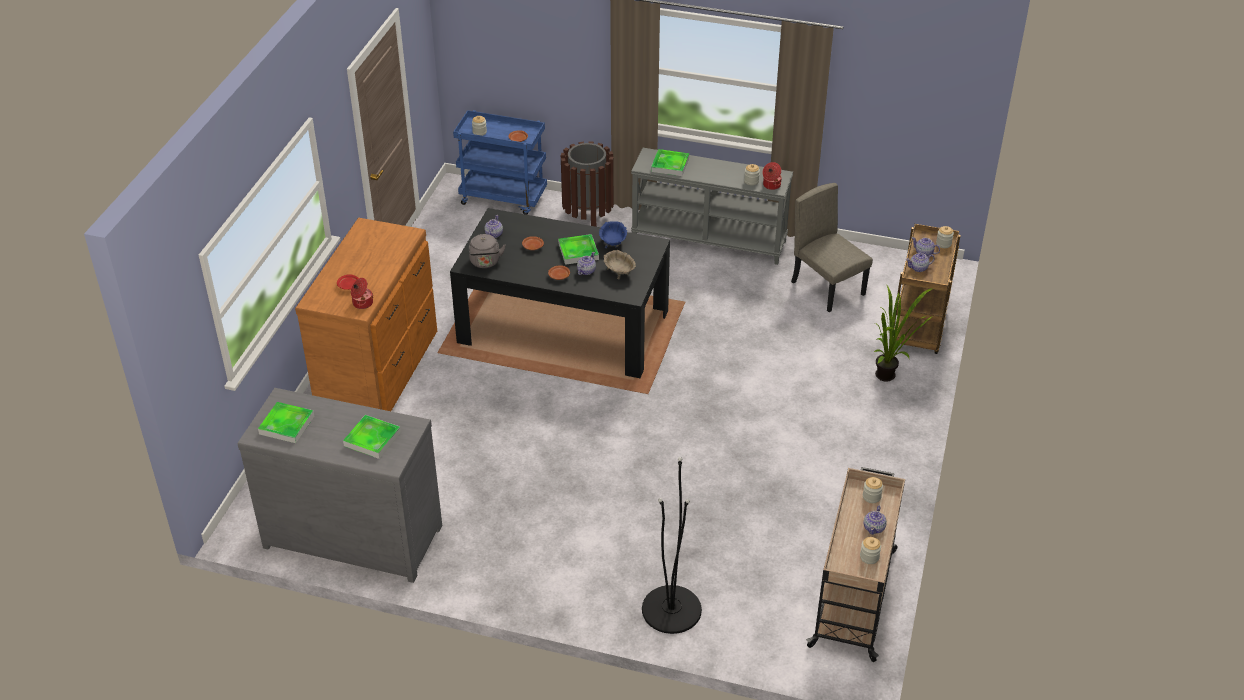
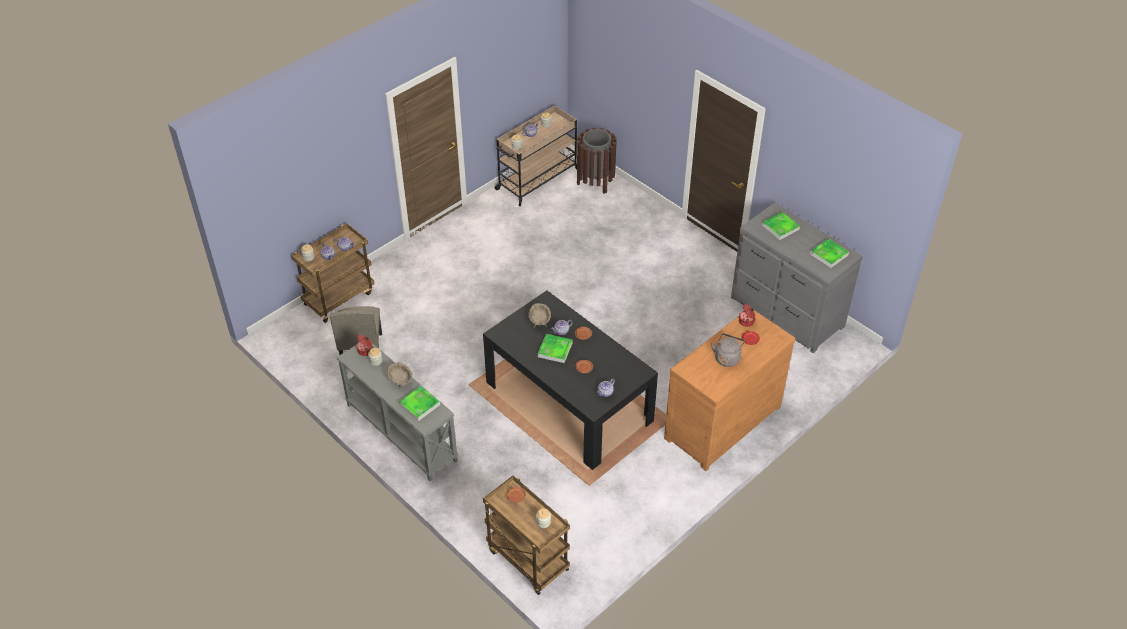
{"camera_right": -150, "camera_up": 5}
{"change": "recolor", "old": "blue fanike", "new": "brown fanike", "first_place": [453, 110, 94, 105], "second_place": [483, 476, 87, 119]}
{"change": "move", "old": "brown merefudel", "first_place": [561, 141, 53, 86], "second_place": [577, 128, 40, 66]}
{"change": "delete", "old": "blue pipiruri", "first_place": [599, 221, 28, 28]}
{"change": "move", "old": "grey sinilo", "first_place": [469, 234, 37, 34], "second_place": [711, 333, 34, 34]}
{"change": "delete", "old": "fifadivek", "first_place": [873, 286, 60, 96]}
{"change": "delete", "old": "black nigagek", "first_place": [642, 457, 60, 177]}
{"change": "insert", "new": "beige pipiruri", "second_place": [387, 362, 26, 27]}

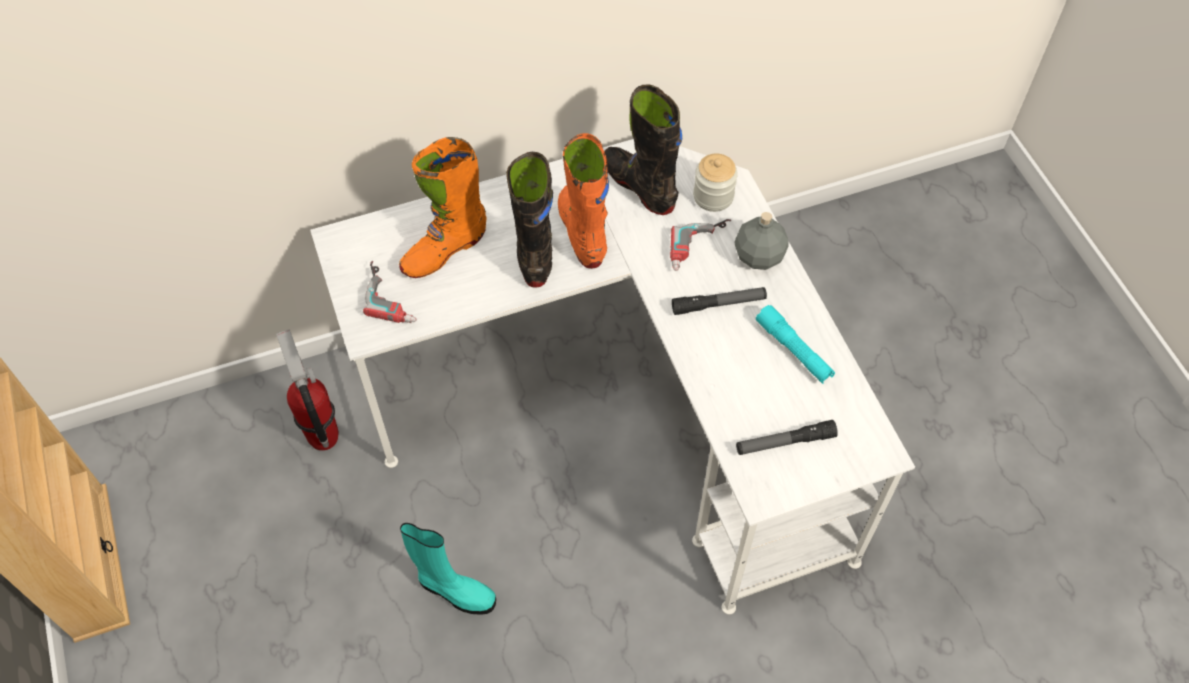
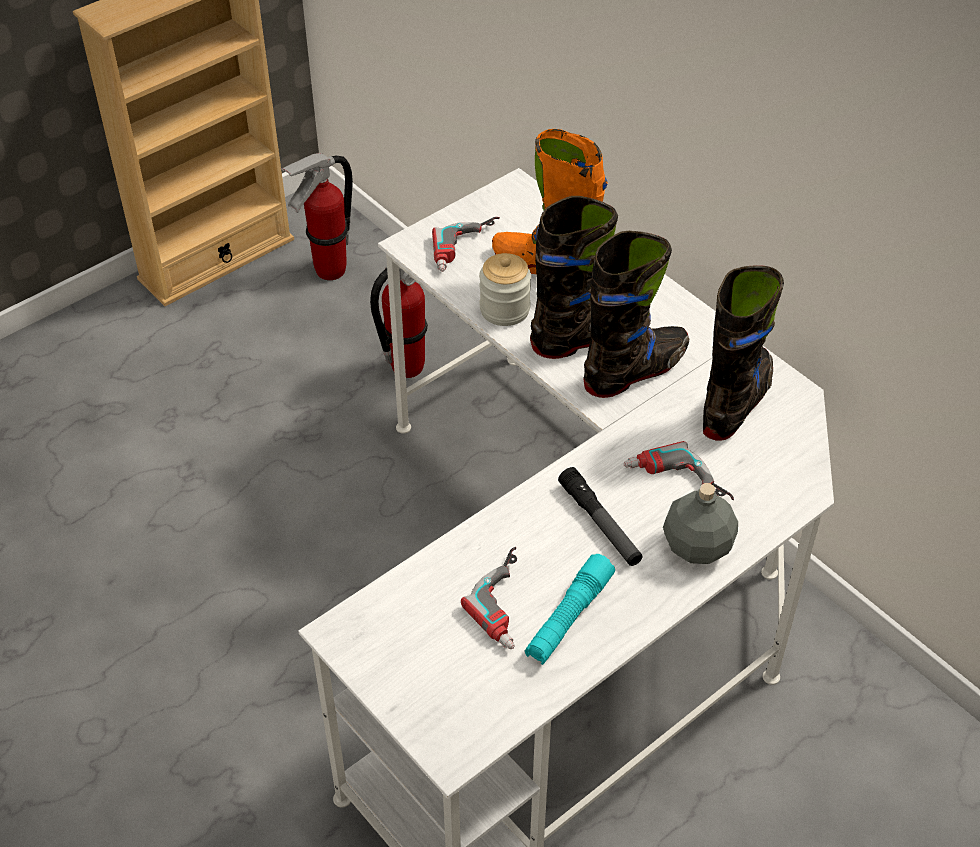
{"camera_right": 70, "camera_up": -10}
{"change": "recolor", "old": "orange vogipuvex", "new": "black vogipuvex", "first_place": [558, 133, 51, 136], "second_place": [584, 231, 105, 167]}
{"change": "move", "old": "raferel", "first_place": [693, 154, 45, 58], "second_place": [479, 253, 52, 73]}
{"change": "delete", "old": "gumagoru", "first_place": [736, 420, 102, 35]}
{"change": "delete", "old": "turquoise vogipuvex", "first_place": [400, 523, 96, 92]}
{"change": "insert", "new": "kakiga", "second_place": [281, 153, 72, 127]}
{"change": "insert", "new": "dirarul", "second_place": [461, 547, 56, 102]}

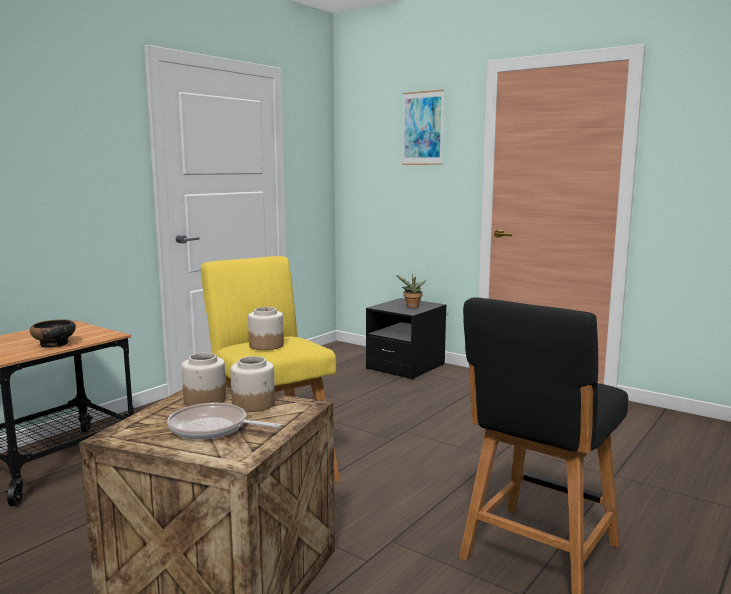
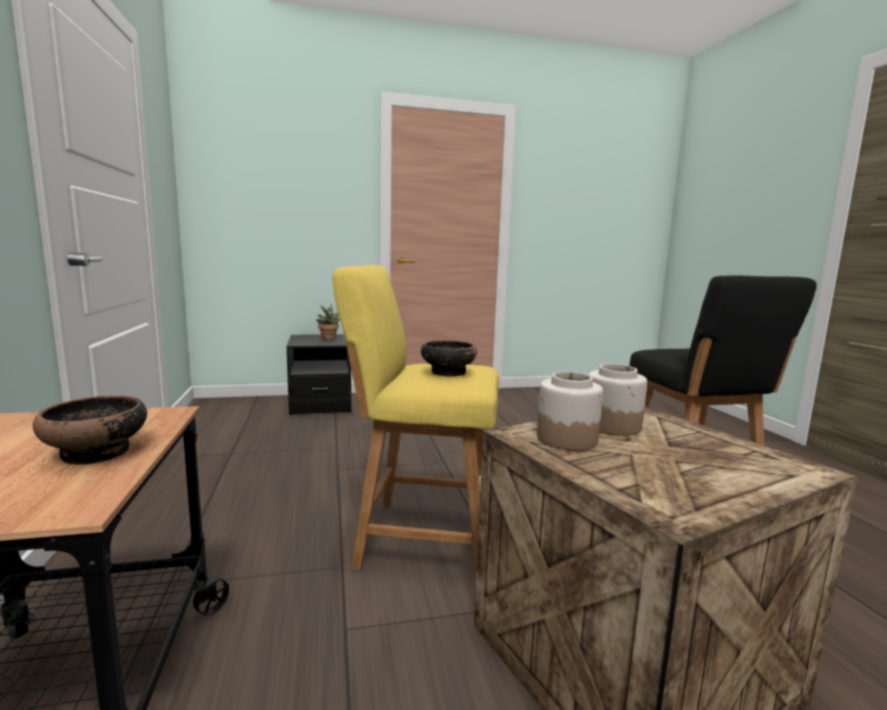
{"camera_right": -50, "camera_up": 0}
{"change": "delete", "old": "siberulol", "first_place": [402, 90, 42, 75]}
{"change": "replace", "old": "raferel", "new": "pipiruri", "first_place": [248, 307, 36, 43], "second_place": [421, 340, 56, 37]}
{"change": "delete", "old": "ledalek", "first_place": [167, 403, 114, 37]}

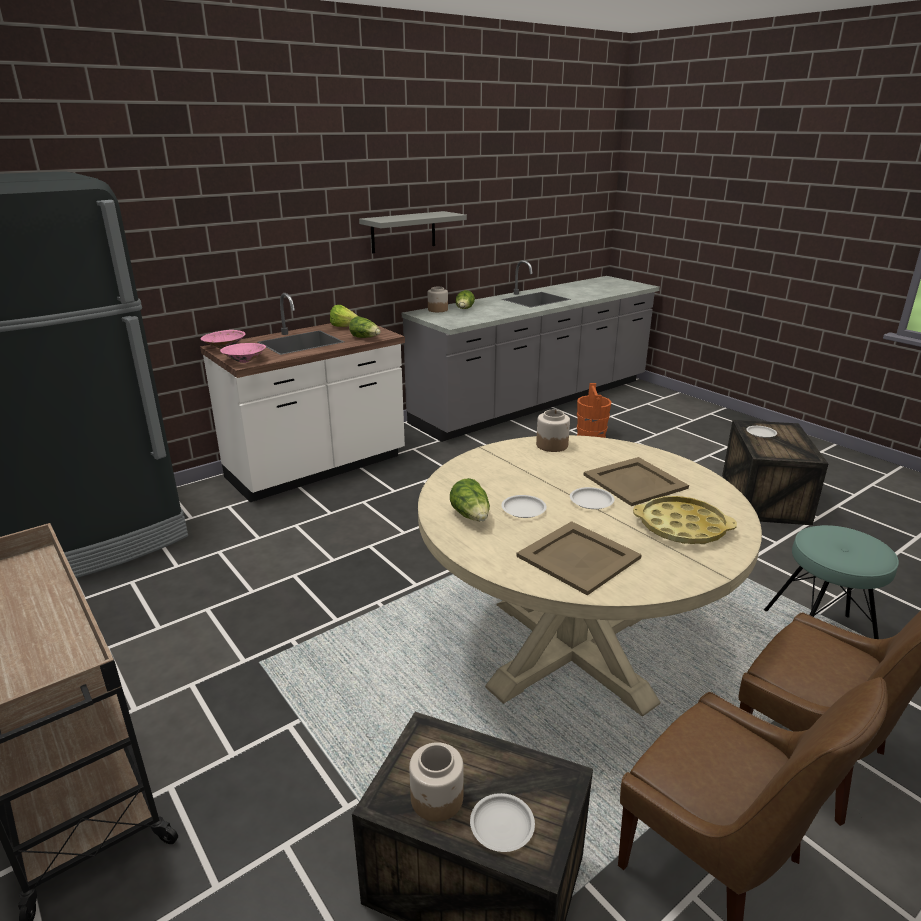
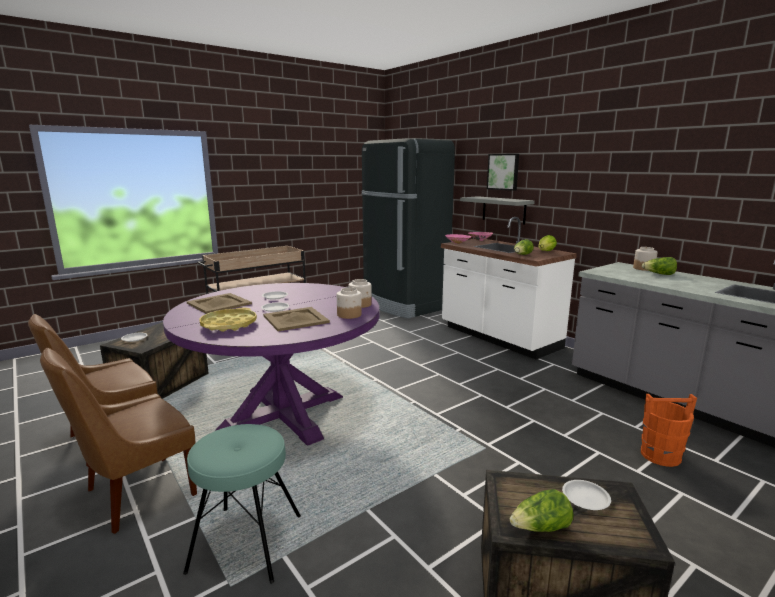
{"camera_right": 90, "camera_up": -10}
{"change": "move", "old": "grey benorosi", "first_place": [359, 211, 108, 42], "second_place": [460, 196, 75, 29]}
{"change": "recolor", "old": "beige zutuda", "new": "purple zutuda", "first_place": [418, 435, 344, 282], "second_place": [163, 283, 216, 163]}
{"change": "move", "old": "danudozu", "first_place": [450, 478, 40, 44], "second_place": [510, 489, 63, 43]}
{"change": "move", "old": "raferel", "first_place": [409, 742, 55, 80], "second_place": [337, 287, 25, 32]}
{"change": "insert", "new": "siberulol", "second_place": [487, 154, 32, 37]}

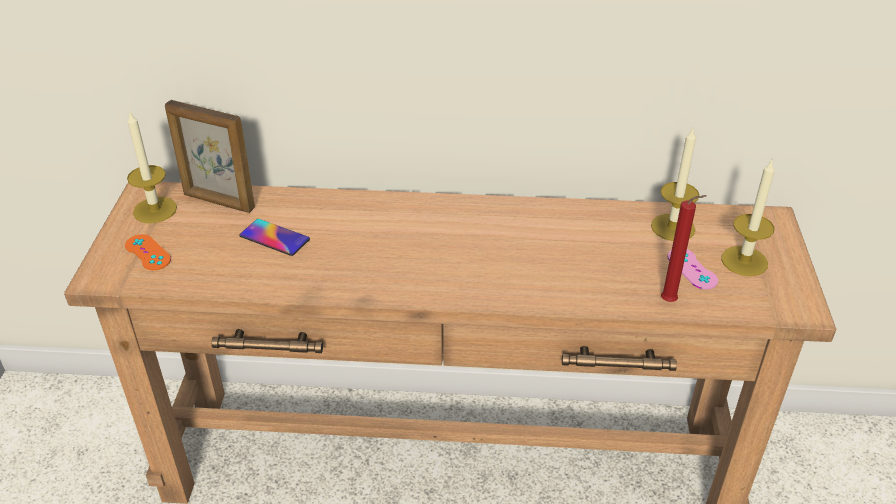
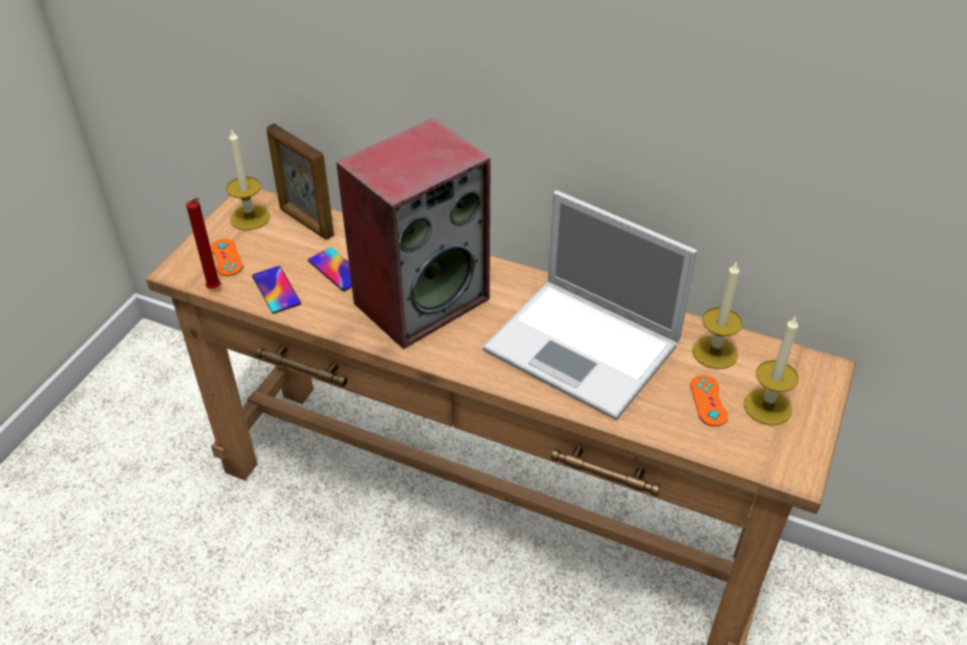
{"camera_right": 20, "camera_up": 5}
{"change": "move", "old": "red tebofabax", "first_place": [661, 195, 46, 107], "second_place": [186, 198, 35, 91]}
{"change": "recolor", "old": "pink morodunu", "new": "orange morodunu", "first_place": [667, 249, 51, 40], "second_place": [690, 375, 38, 52]}
{"change": "insert", "new": "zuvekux", "second_place": [336, 118, 155, 231]}
{"change": "insert", "new": "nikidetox", "second_place": [482, 191, 216, 229]}
{"change": "insert", "new": "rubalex", "second_place": [252, 266, 49, 47]}

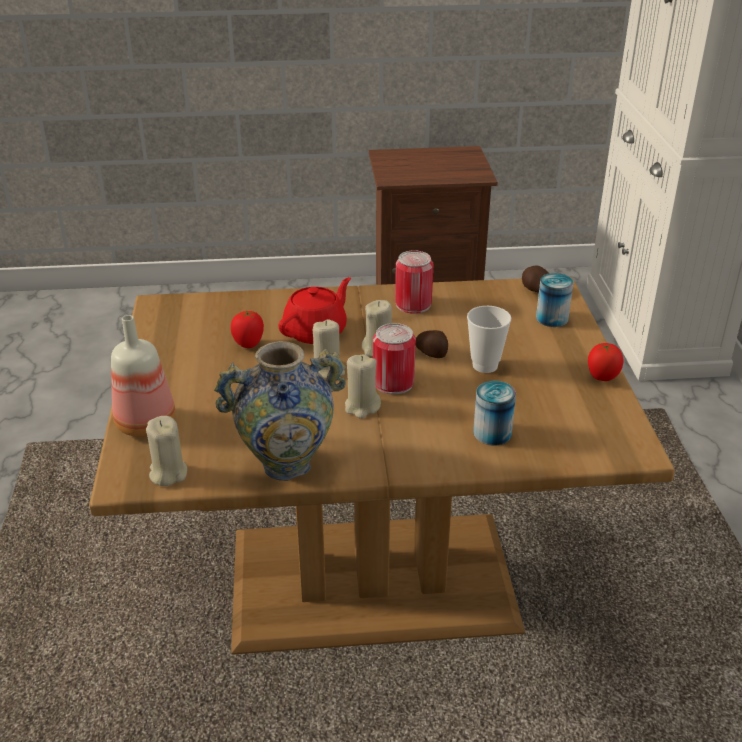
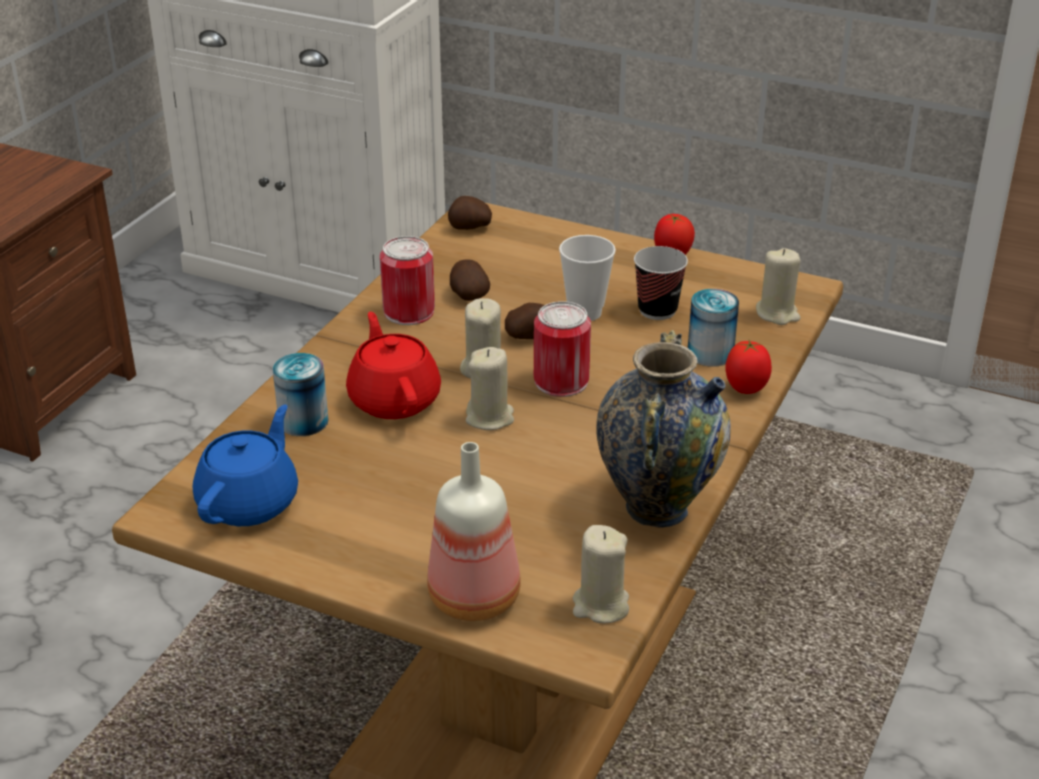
{"camera_right": -60, "camera_up": 0}
{"change": "move", "old": "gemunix", "first_place": [536, 273, 38, 54], "second_place": [273, 353, 56, 83]}
{"change": "move", "old": "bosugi", "first_place": [231, 311, 33, 37], "second_place": [725, 340, 47, 54]}
{"change": "move", "old": "beige tebofabax", "first_place": [345, 354, 36, 65], "second_place": [756, 248, 45, 77]}
{"change": "insert", "new": "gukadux", "second_place": [634, 246, 54, 74]}
{"change": "insert", "new": "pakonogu", "second_place": [450, 259, 40, 42]}
{"change": "insert", "new": "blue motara", "second_place": [193, 404, 105, 122]}

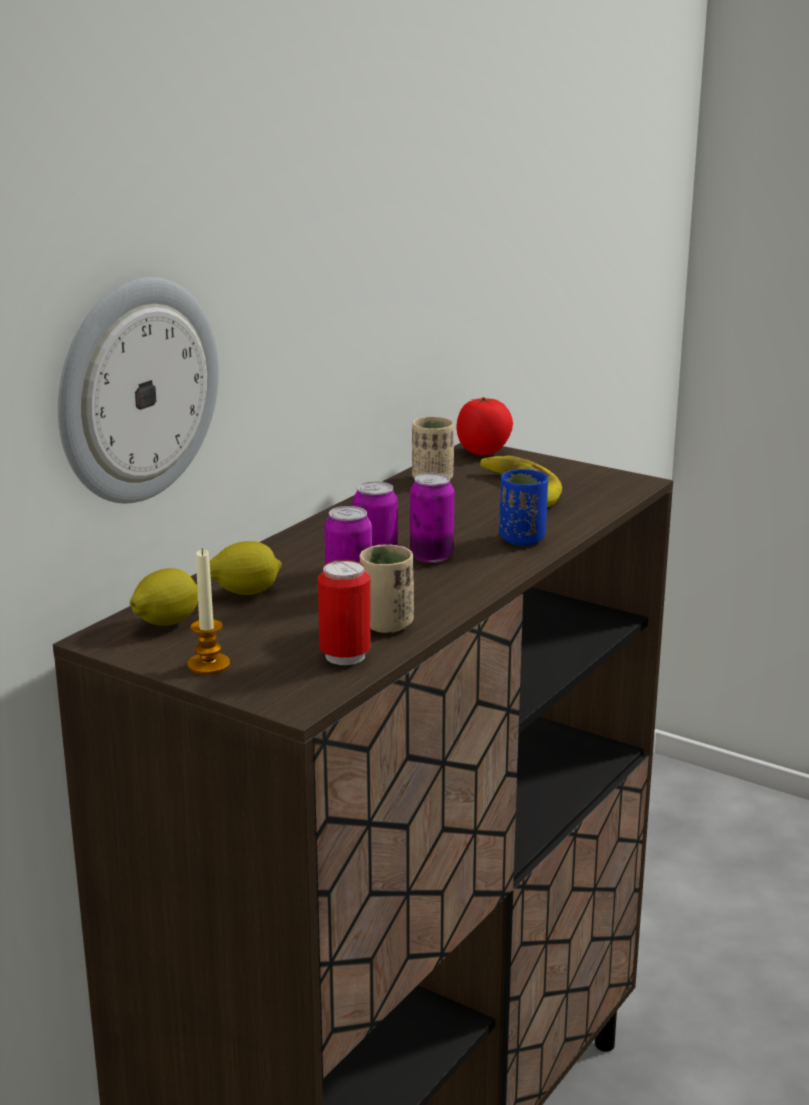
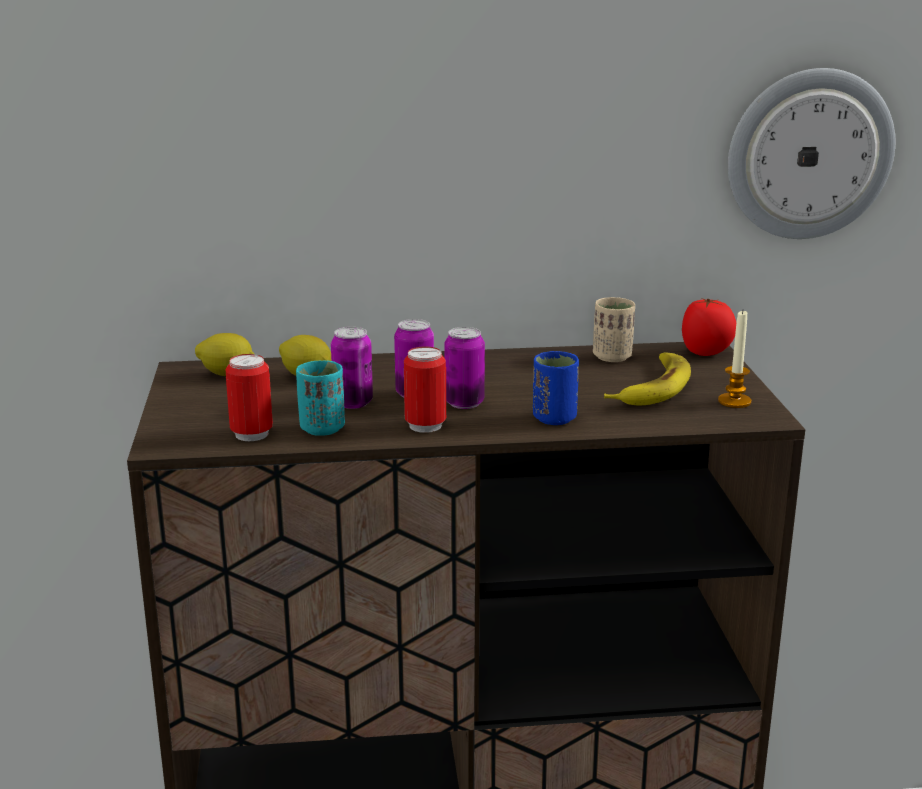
{"camera_right": 50, "camera_up": 0}
{"change": "move", "old": "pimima", "first_place": [58, 277, 161, 226], "second_place": [728, 68, 167, 171]}
{"change": "recolor", "old": "beige gukadux", "new": "turquoise gukadux", "first_place": [359, 544, 55, 89], "second_place": [296, 360, 49, 76]}
{"change": "move", "old": "tebofabax", "first_place": [187, 548, 43, 127], "second_place": [718, 311, 34, 97]}
{"change": "insert", "new": "gemunix", "second_place": [404, 347, 42, 86]}

